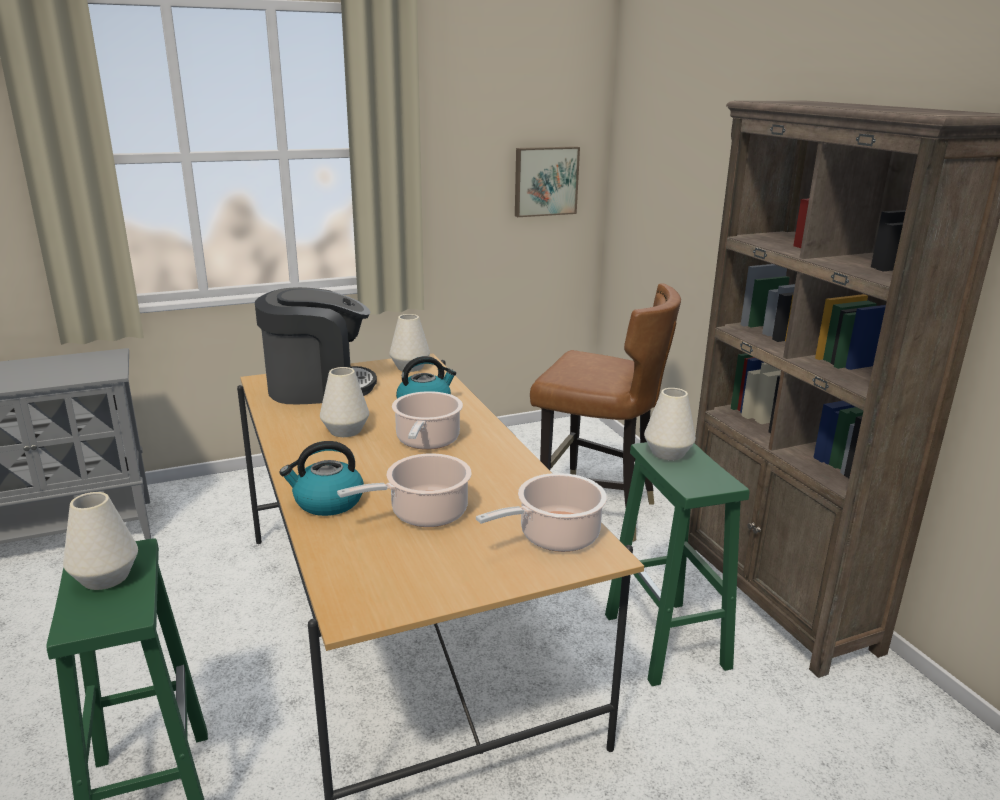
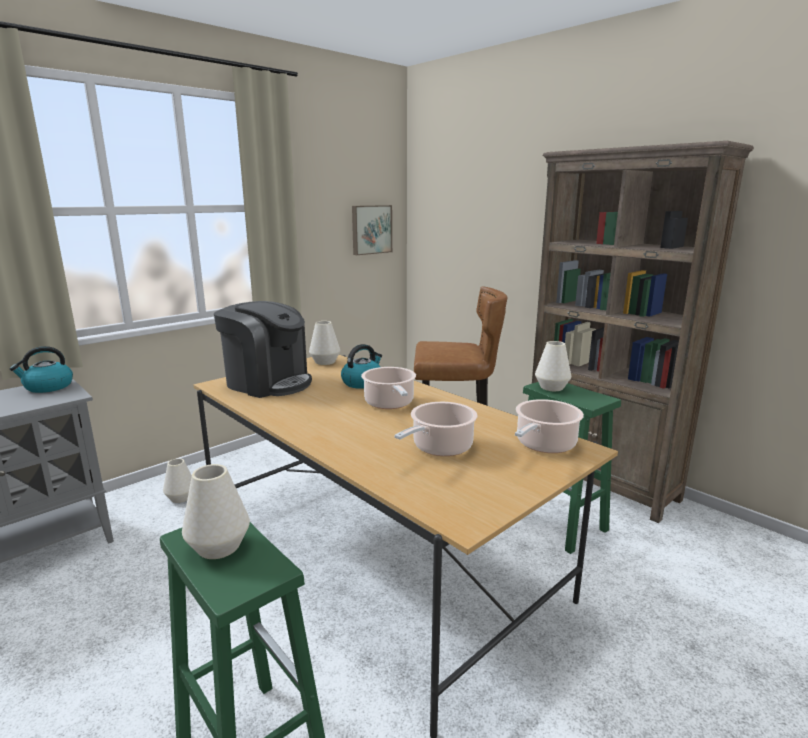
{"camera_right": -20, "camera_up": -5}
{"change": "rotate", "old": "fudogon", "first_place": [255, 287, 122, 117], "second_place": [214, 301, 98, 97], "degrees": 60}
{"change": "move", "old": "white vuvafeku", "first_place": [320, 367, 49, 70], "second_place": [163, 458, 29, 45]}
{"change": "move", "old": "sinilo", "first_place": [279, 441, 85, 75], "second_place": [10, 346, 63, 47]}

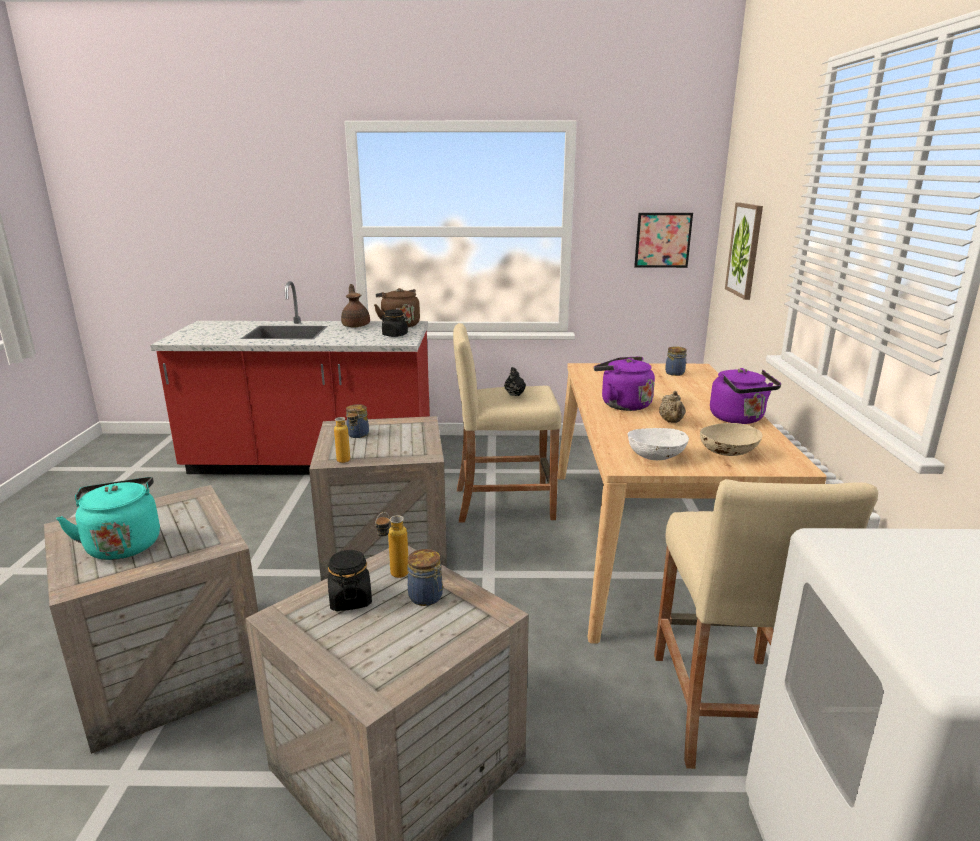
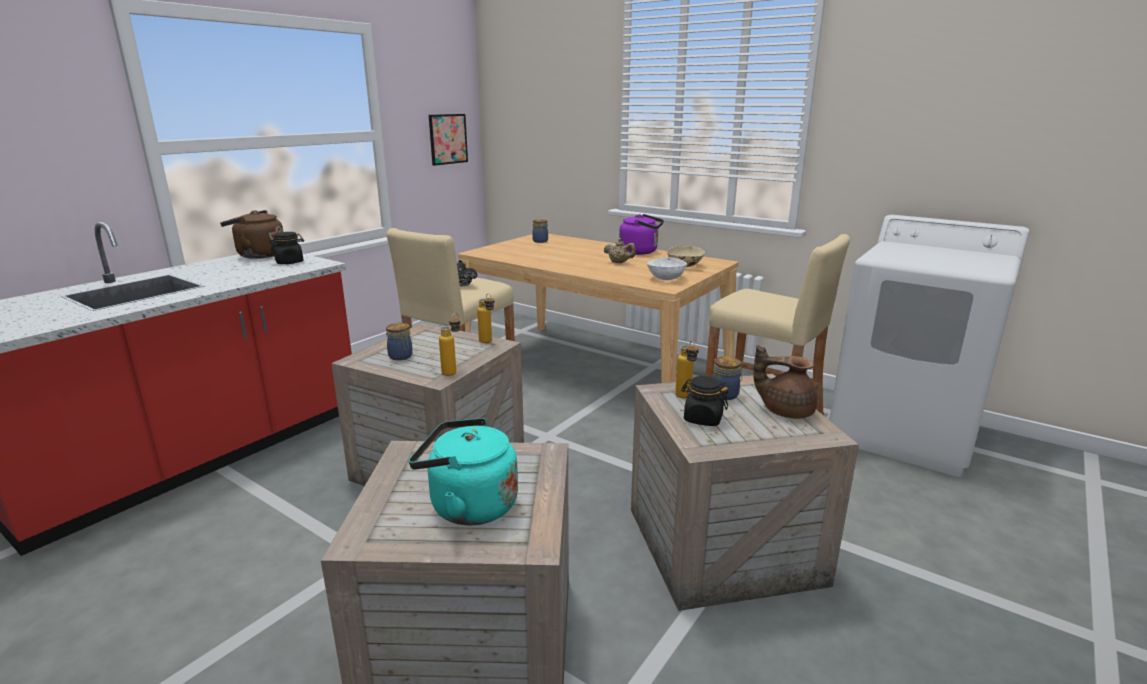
{"camera_right": -55, "camera_up": 0}
{"change": "delete", "old": "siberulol", "first_place": [725, 203, 38, 97]}
{"change": "move", "old": "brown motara", "first_place": [341, 284, 29, 43], "second_place": [753, 345, 64, 74]}
{"change": "delete", "old": "purple sinilo", "first_place": [594, 356, 61, 55]}
{"change": "insert", "new": "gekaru", "second_place": [477, 293, 17, 50]}

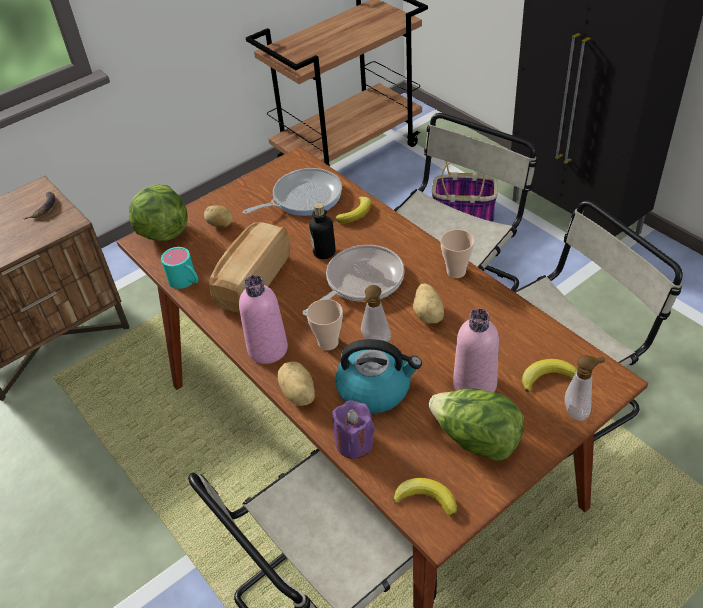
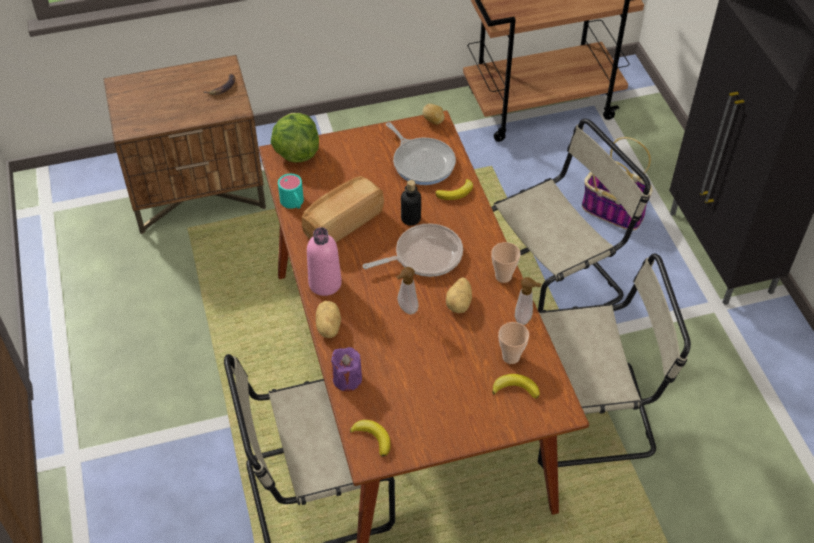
{"camera_right": 20, "camera_up": 5}
{"change": "rotate", "old": "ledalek", "first_place": [243, 168, 99, 48], "second_place": [386, 122, 70, 63], "degrees": 60}
{"change": "move", "old": "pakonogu", "first_place": [204, 206, 28, 22], "second_place": [422, 104, 23, 21]}
{"change": "move", "old": "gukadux", "first_place": [306, 299, 37, 51], "second_place": [498, 322, 31, 42]}
{"change": "delete", "old": "pink gekaru", "first_place": [453, 309, 46, 83]}
{"change": "delete", "old": "sinilo", "first_place": [335, 339, 87, 74]}
{"change": "move", "old": "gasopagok", "first_place": [565, 355, 40, 66], "second_place": [515, 277, 26, 48]}
{"change": "delete", "old": "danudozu", "first_place": [428, 389, 96, 72]}

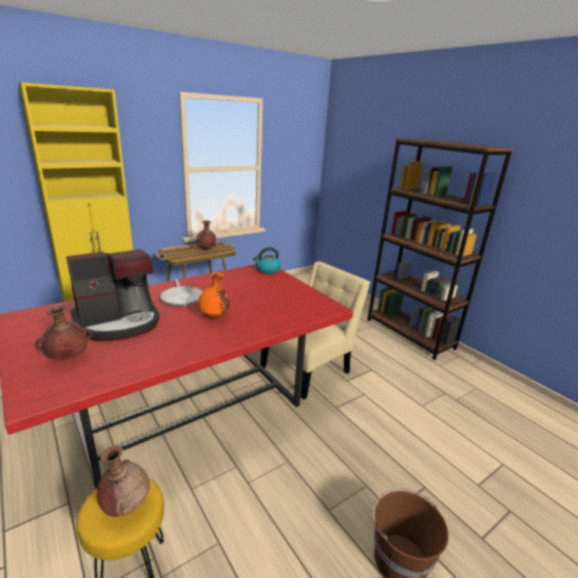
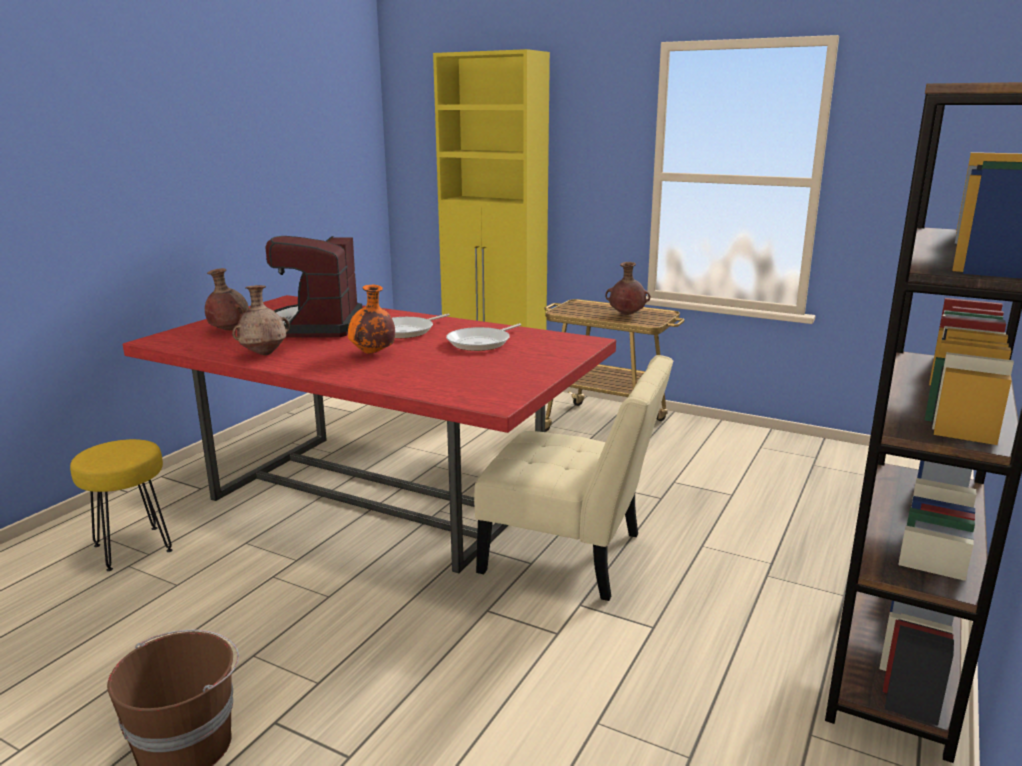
{"camera_right": 65, "camera_up": -5}
{"change": "delete", "old": "sinilo", "first_place": [253, 247, 28, 27]}
{"change": "rotate", "old": "fudogon", "first_place": [66, 249, 93, 92], "second_place": [265, 236, 97, 102], "degrees": 60}
{"change": "move", "old": "brown vuvafeku", "first_place": [97, 446, 53, 71], "second_place": [232, 285, 58, 70]}
{"change": "insert", "new": "ledalek", "second_place": [446, 323, 75, 28]}

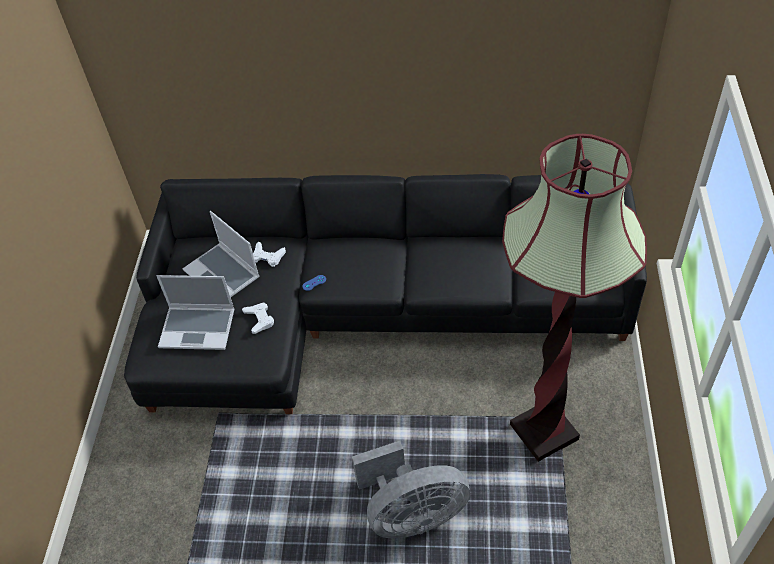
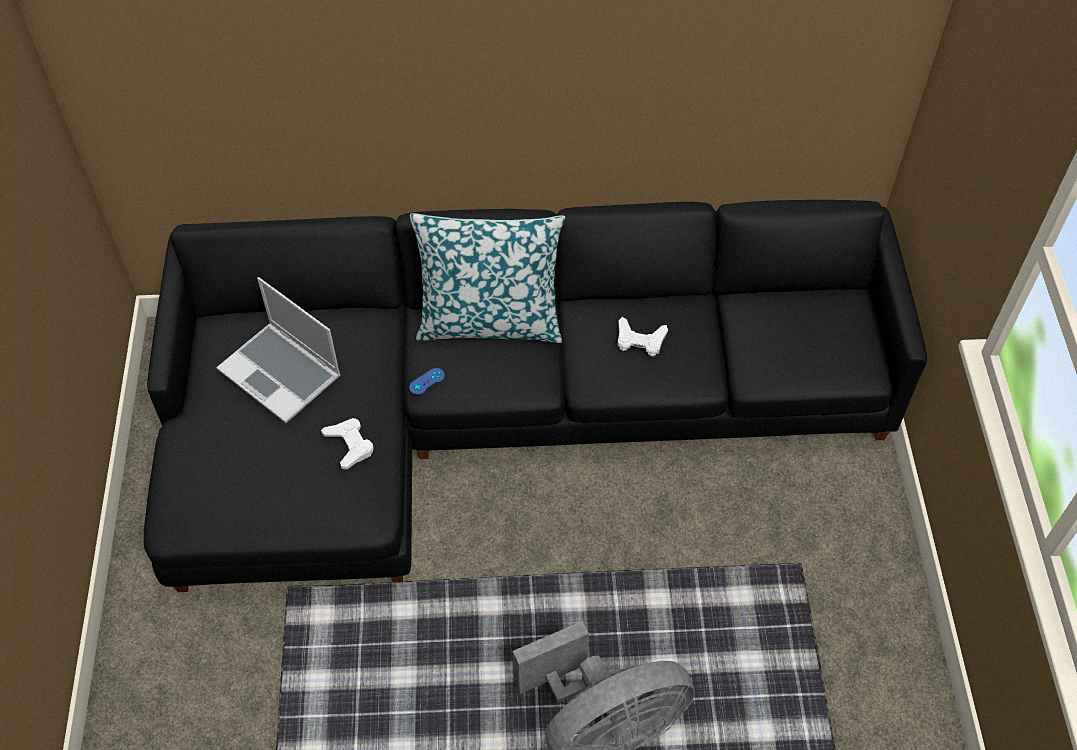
{"camera_right": -10, "camera_up": 5}
{"change": "delete", "old": "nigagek", "first_place": [502, 134, 145, 328]}
{"change": "move", "old": "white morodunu", "first_place": [253, 242, 33, 25], "second_place": [617, 317, 51, 40]}
{"change": "delete", "old": "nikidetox", "first_place": [157, 275, 78, 75]}
{"change": "insert", "new": "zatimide", "second_place": [410, 213, 155, 130]}

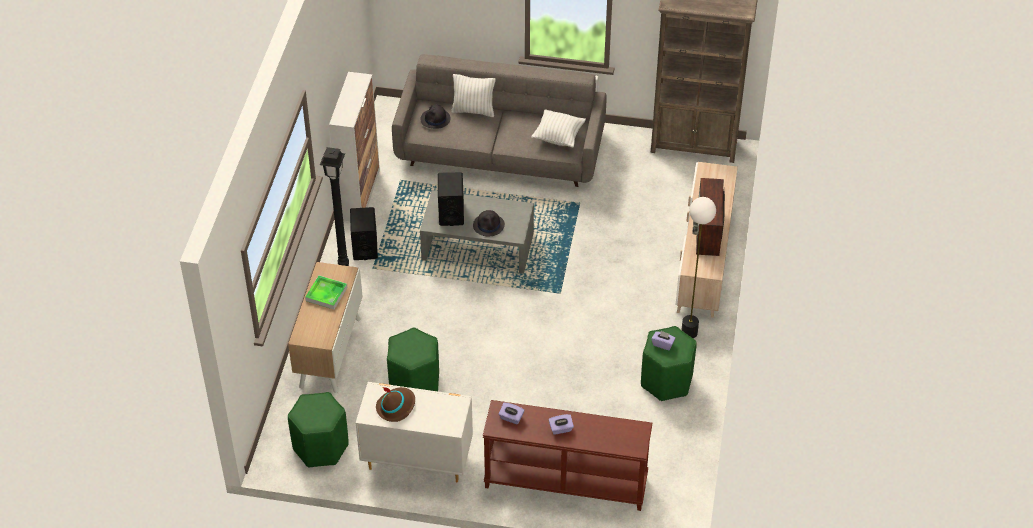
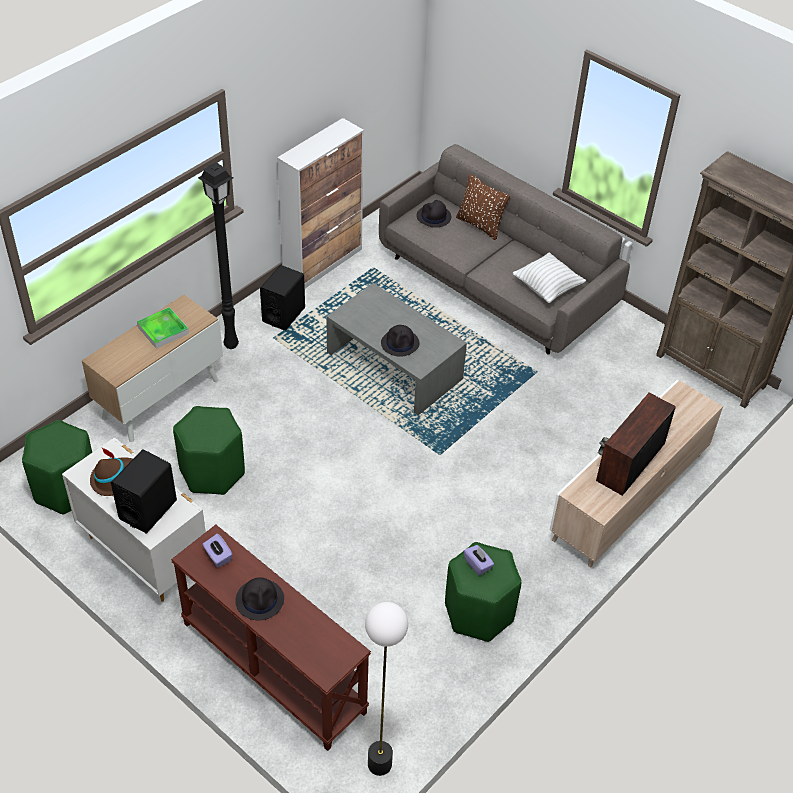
{"camera_right": 30, "camera_up": 0}
{"change": "recolor", "old": "white zatimide", "new": "brown zatimide", "first_place": [451, 74, 45, 43], "second_place": [456, 174, 54, 66]}
{"change": "move", "old": "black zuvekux", "first_place": [438, 172, 26, 54], "second_place": [111, 449, 66, 84]}
{"change": "move", "old": "nigagek", "first_place": [682, 197, 34, 141], "second_place": [365, 602, 43, 174]}
{"change": "replace", "old": "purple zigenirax", "new": "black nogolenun", "first_place": [549, 414, 25, 21], "second_place": [235, 577, 49, 43]}

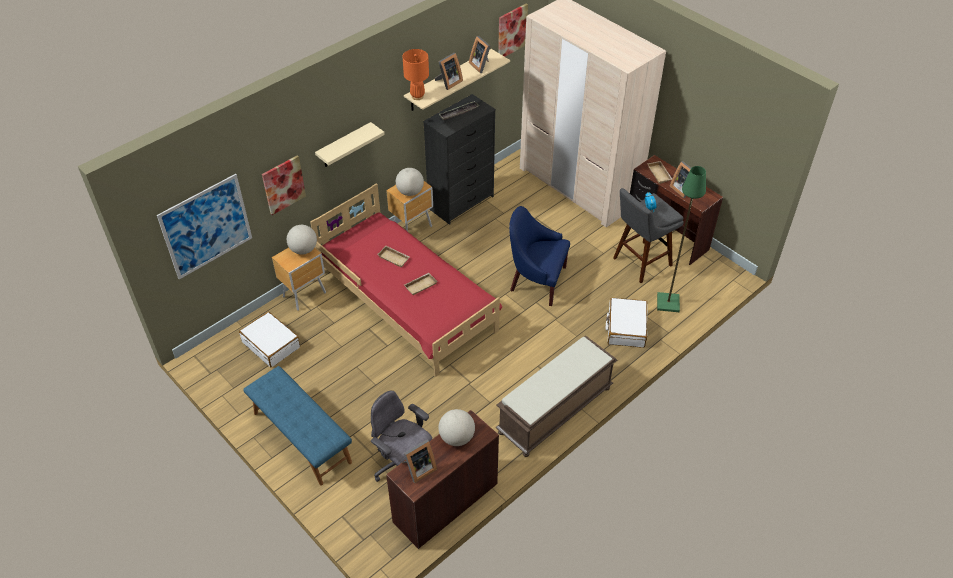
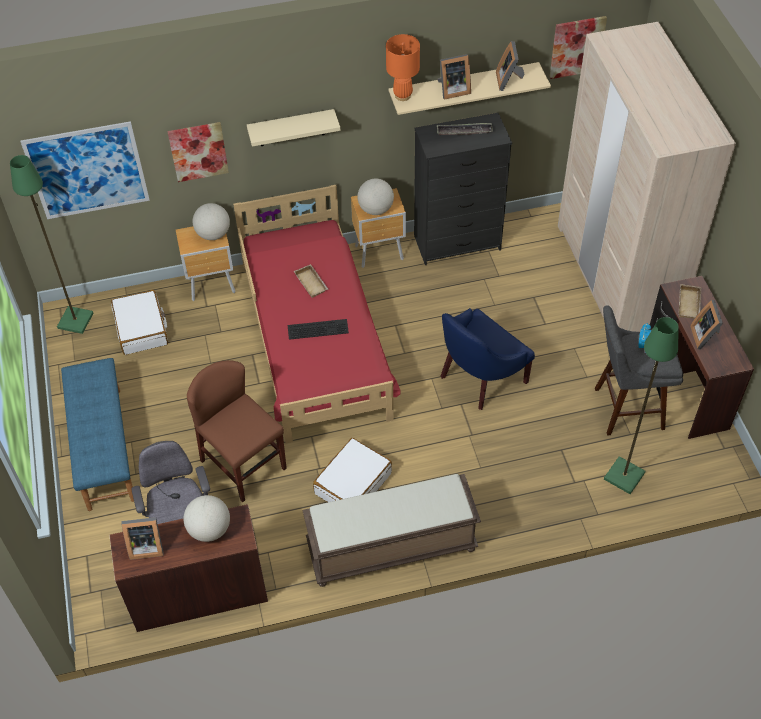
{"camera_right": 30, "camera_up": 5}
{"change": "rotate", "old": "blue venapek", "first_place": [509, 206, 61, 100], "second_place": [441, 308, 94, 102], "degrees": -90}
{"change": "replace", "old": "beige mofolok", "new": "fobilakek", "first_place": [404, 273, 34, 22], "second_place": [288, 319, 61, 21]}
{"change": "move", "old": "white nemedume", "first_place": [606, 298, 41, 50], "second_place": [313, 438, 79, 64]}
{"change": "insert", "new": "green nigagek", "second_place": [10, 155, 84, 179]}
{"change": "insert", "new": "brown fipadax", "second_place": [187, 360, 100, 142]}

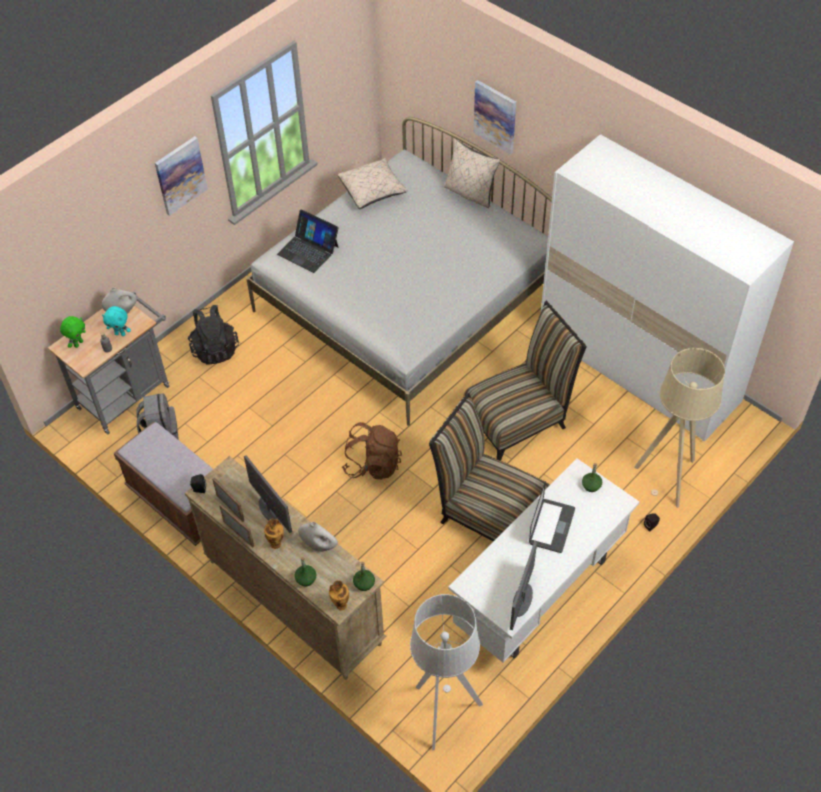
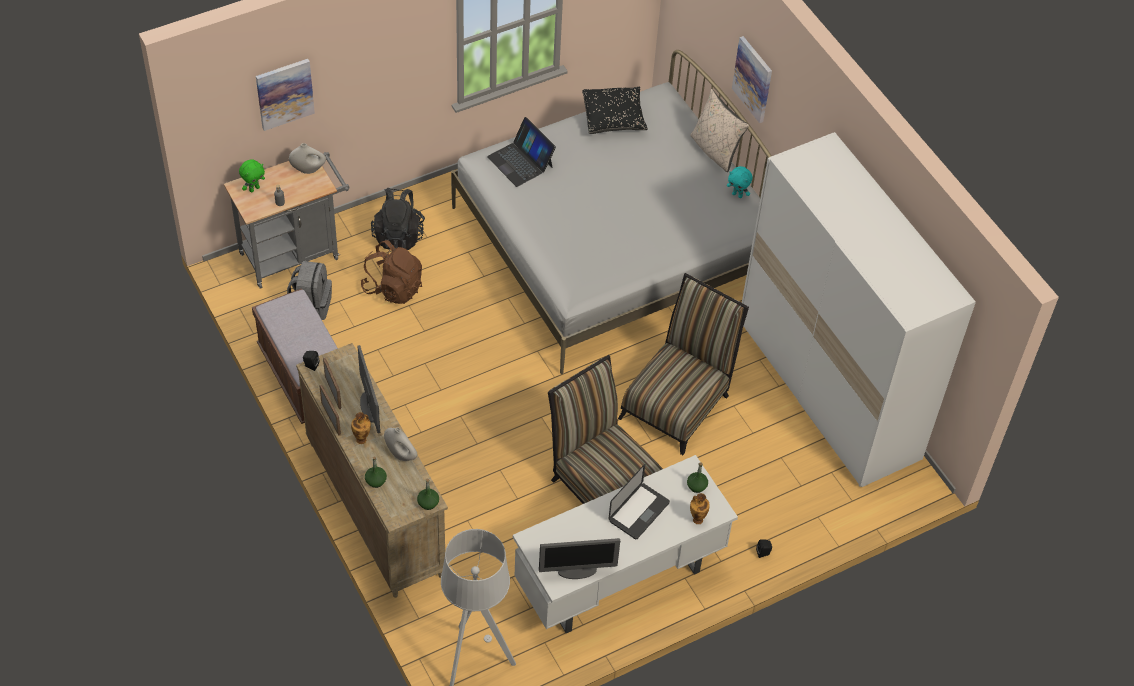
{"camera_right": 15, "camera_up": 0}
{"change": "move", "old": "siberulol", "first_place": [155, 136, 53, 80], "second_place": [256, 59, 59, 72]}
{"change": "recolor", "old": "beige zatimide", "new": "black zatimide", "first_place": [338, 158, 70, 51], "second_place": [582, 87, 66, 47]}
{"change": "rotate", "old": "fipadax", "first_place": [463, 301, 124, 160], "second_place": [618, 273, 131, 182], "degrees": -45}
{"change": "move", "old": "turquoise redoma", "first_place": [102, 306, 29, 30], "second_place": [727, 166, 26, 32]}
{"change": "delete", "old": "beige nigagek", "first_place": [635, 348, 90, 160]}
{"change": "move", "old": "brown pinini", "first_place": [342, 422, 60, 58], "second_place": [360, 240, 62, 64]}
{"change": "rotate", "old": "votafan", "first_place": [510, 541, 27, 89], "second_place": [539, 538, 81, 41], "degrees": -135}
{"change": "move", "old": "vuvafeku", "first_place": [329, 580, 20, 30], "second_place": [690, 493, 20, 31]}

